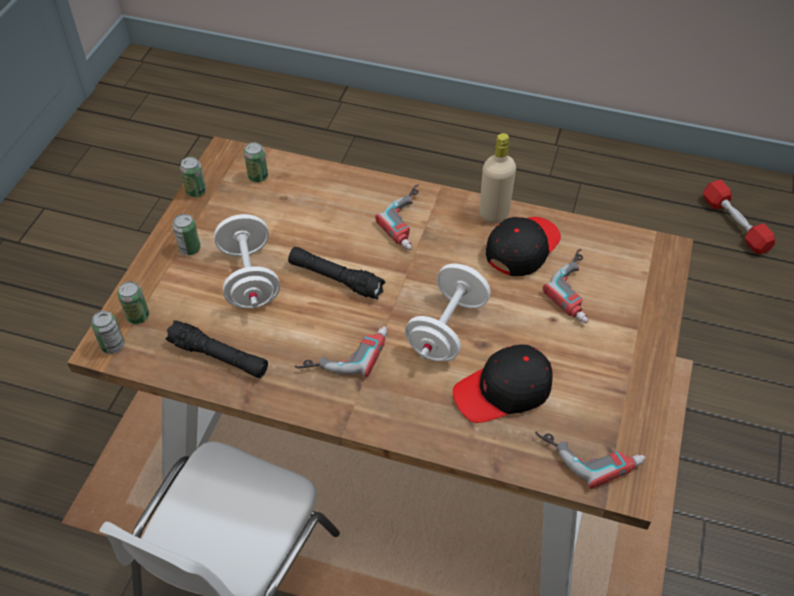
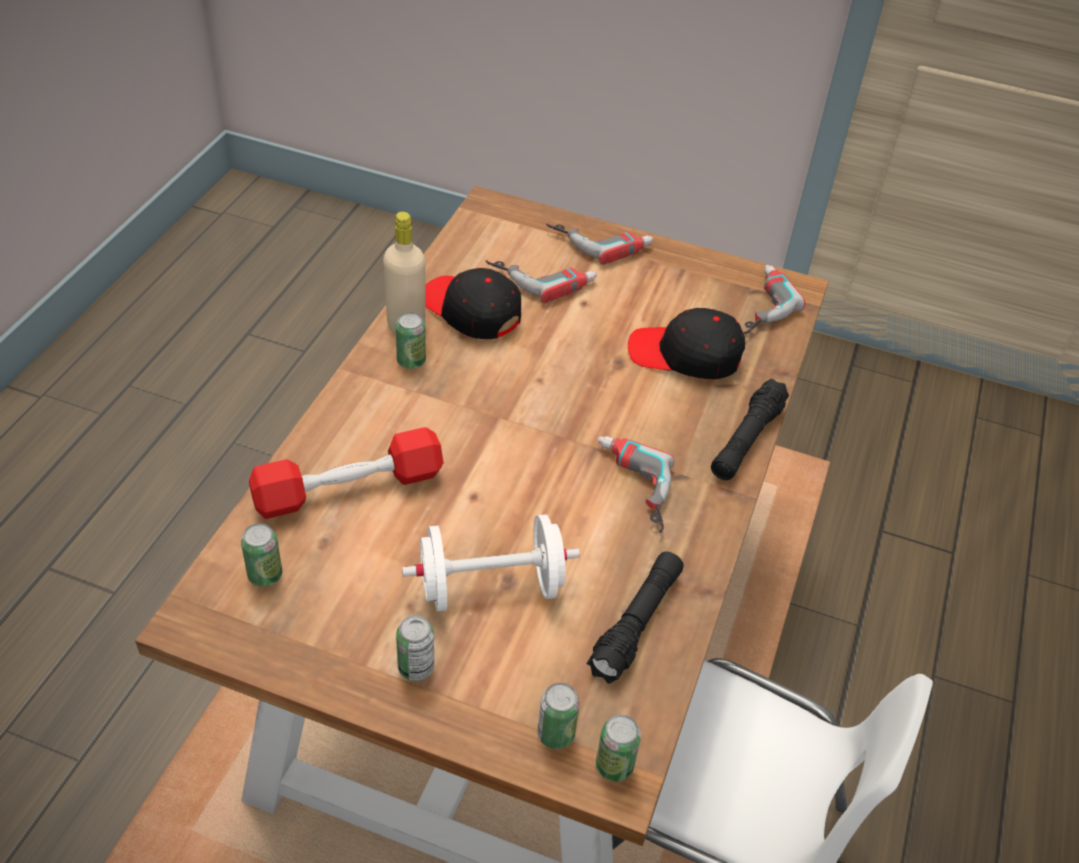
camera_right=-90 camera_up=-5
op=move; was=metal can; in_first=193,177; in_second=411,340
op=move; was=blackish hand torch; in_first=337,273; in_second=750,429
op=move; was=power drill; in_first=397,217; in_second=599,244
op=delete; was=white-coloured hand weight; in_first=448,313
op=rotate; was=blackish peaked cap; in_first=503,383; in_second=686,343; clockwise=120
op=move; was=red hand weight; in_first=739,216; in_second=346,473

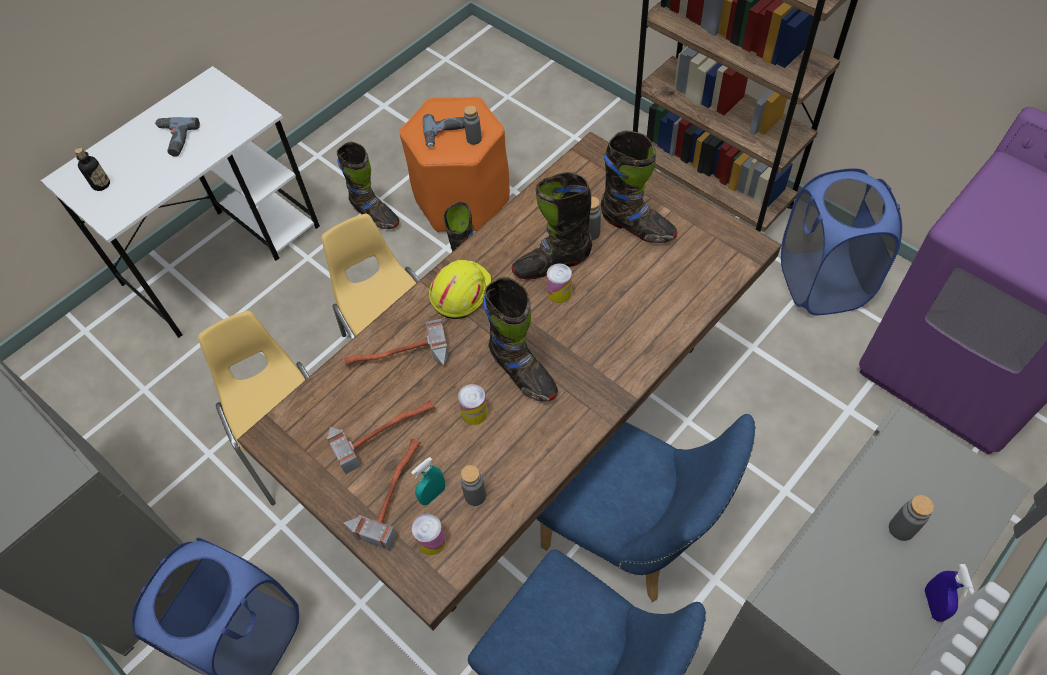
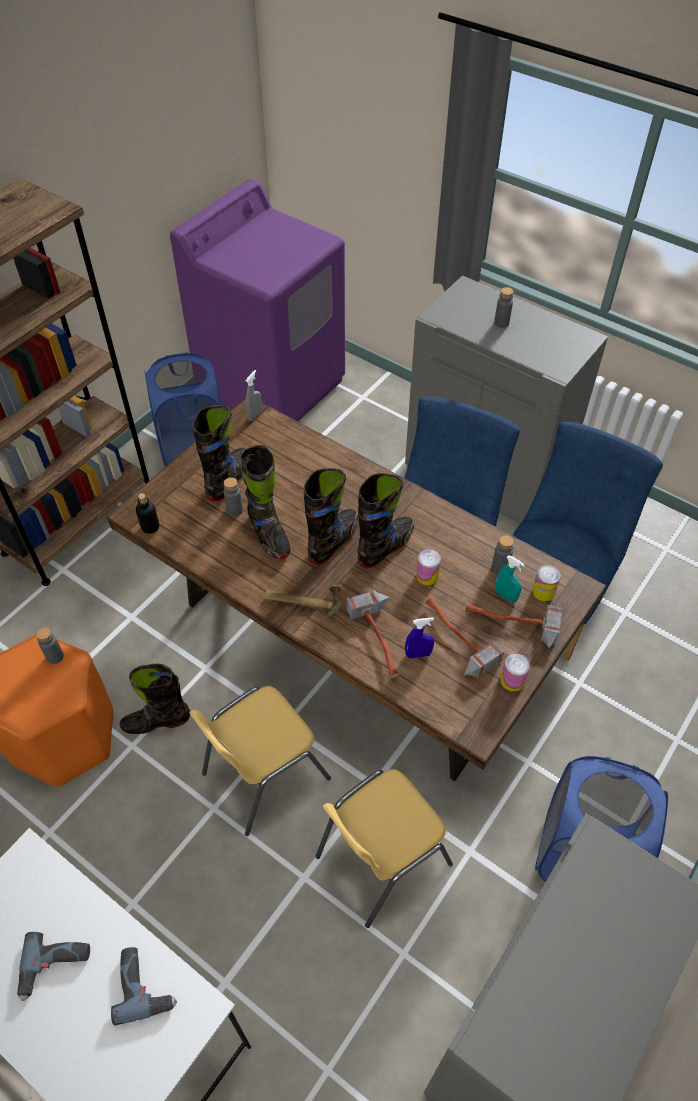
camera_right=-100 camera_up=-5
op=move; was=bottle; in_first=92,169; in_second=147,513
op=move; was=blackish high-top boot; in_first=368,185; in_second=331,516
op=move; was=power drill; in_first=444,131; in_second=144,986
op=replace; was=yellow-coloured safety helmet; now=tool hammer; in_first=460,289; in_second=303,603
op=move; was=metal can; in_first=559,283; in_second=515,673
op=move; was=blue hand sprayer; in_first=950,593; in_second=419,637
op=insert; now=greyish hand sprayer; in_second=253,395

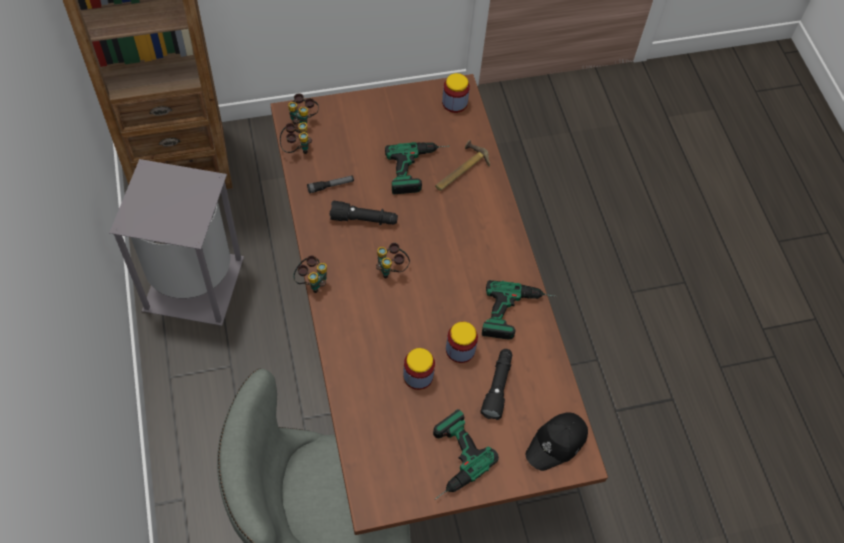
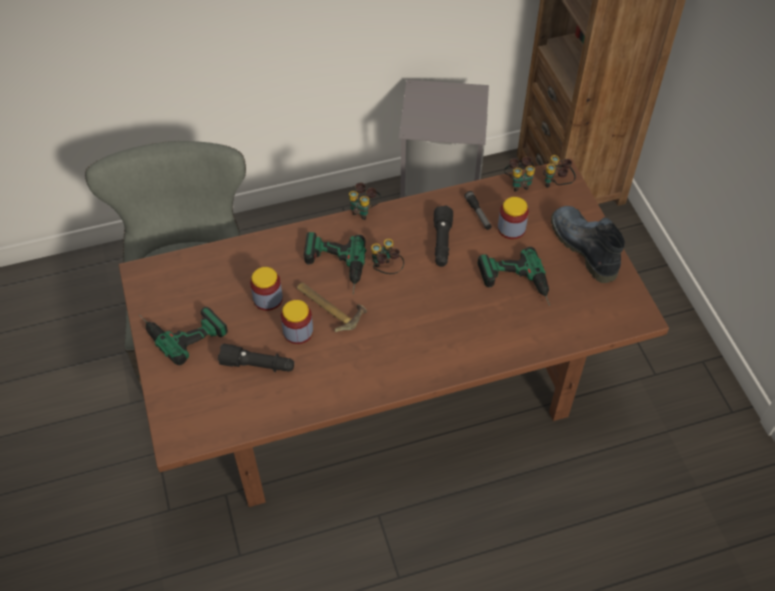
camera_right=90 camera_up=-5
op=move; was=tool hammer; in_first=462,165; in_second=332,307
op=move; was=storage jar; in_first=456,93; in_second=513,218
op=move; was=power drill; in_first=519,310; in_second=335,263
op=delete; was=blackish peaked cap; in_first=557,441
op=insert; now=high-top boot; in_second=588,244

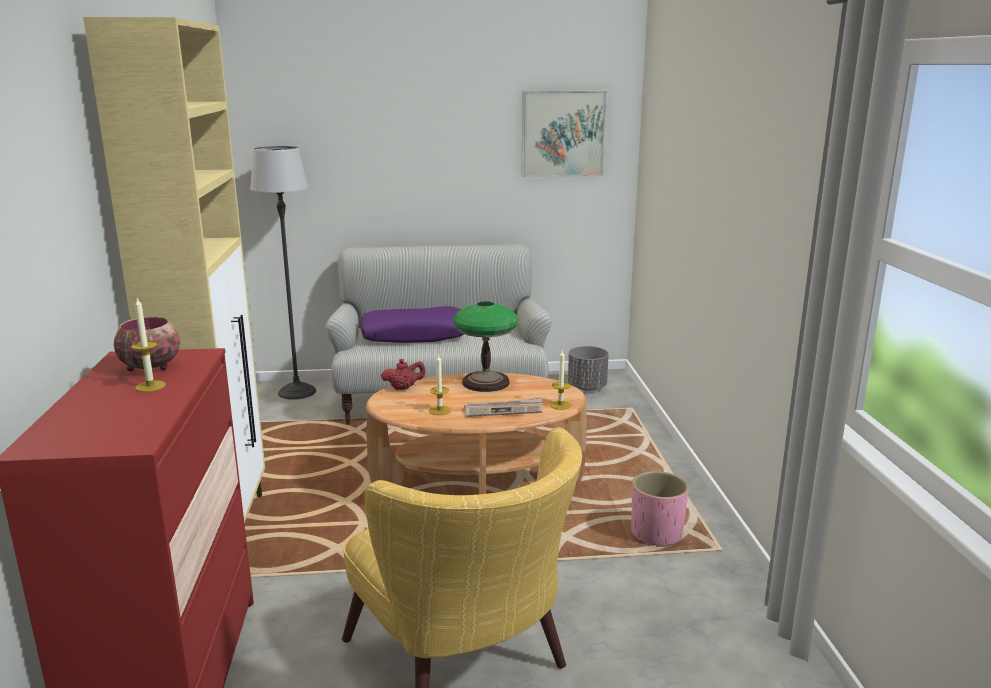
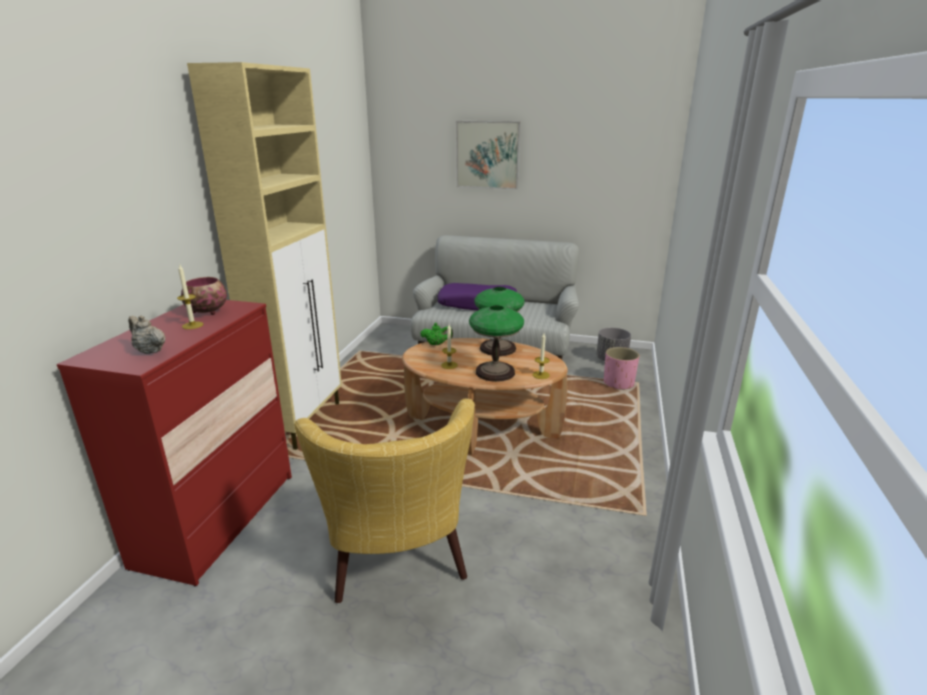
camera_right=20 camera_up=5
op=delete; was=standard lamp; in_first=283,273
op=recolor; was=red teapot; now=green teapot; in_first=403,374; in_second=436,334
op=replace; was=daily paper; now=lamp for a table; in_first=503,407; in_second=496,343
op=move; was=picture; in_first=564,134; in_second=488,155
op=move; was=pinkish planter; in_first=660,509; in_second=621,368
op=insert; now=beige-coloured teapot; in_second=147,334

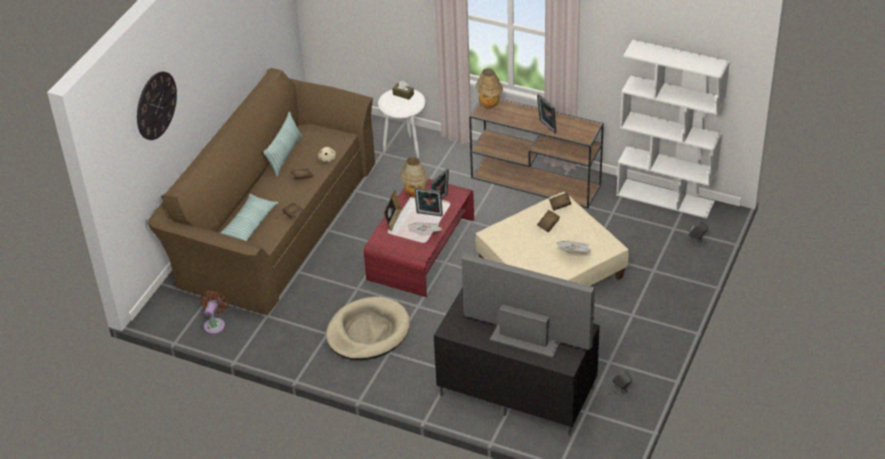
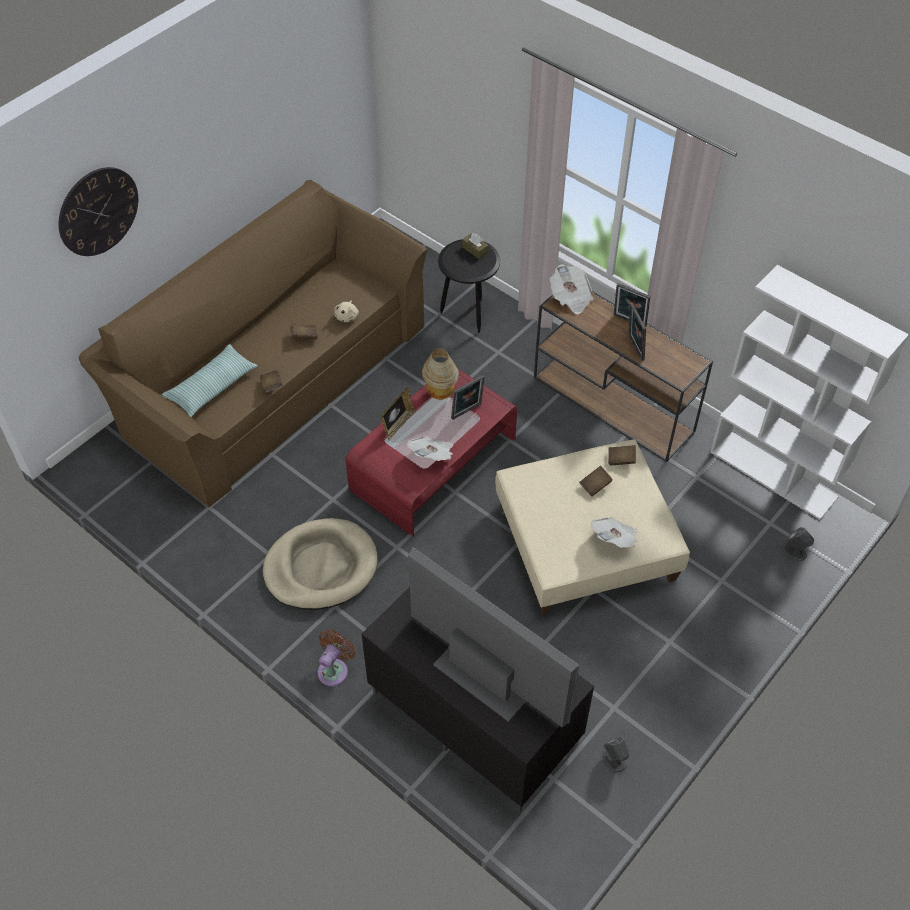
camera_right=15 camera_up=10
op=move; was=brownish cooling fan; in_first=214,312; in_second=337,658
op=delete; was=cushion; in_first=282,144
op=recolor; was=white-coloured side table; now=blackish side table; in_first=401,123; in_second=469,286
op=move; was=photo frame; in_first=428,202; in_second=632,305
op=replace; was=lamp for a table; now=daily paper; in_first=489,88; in_second=572,289

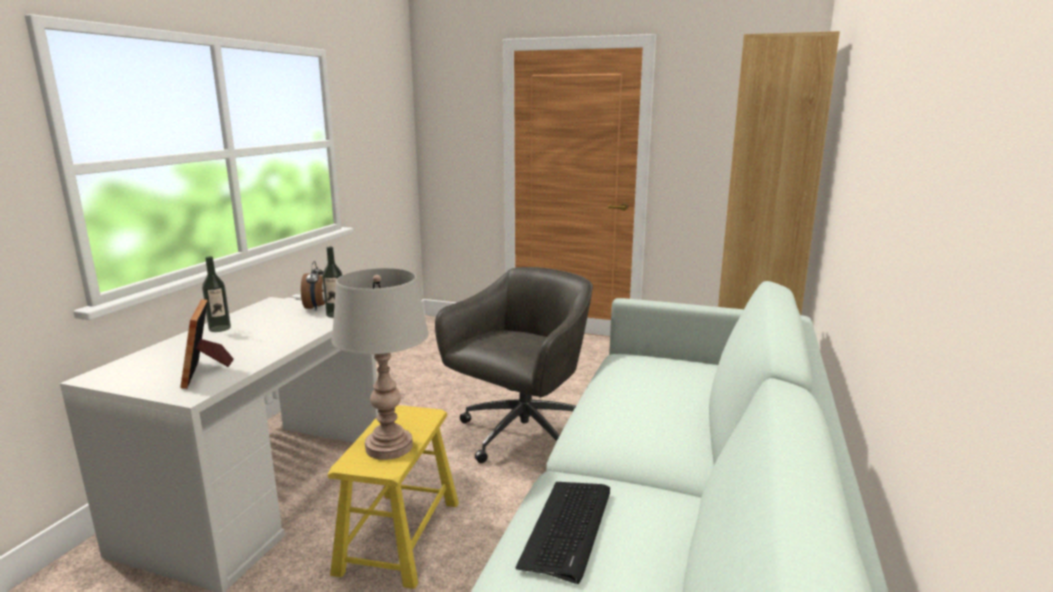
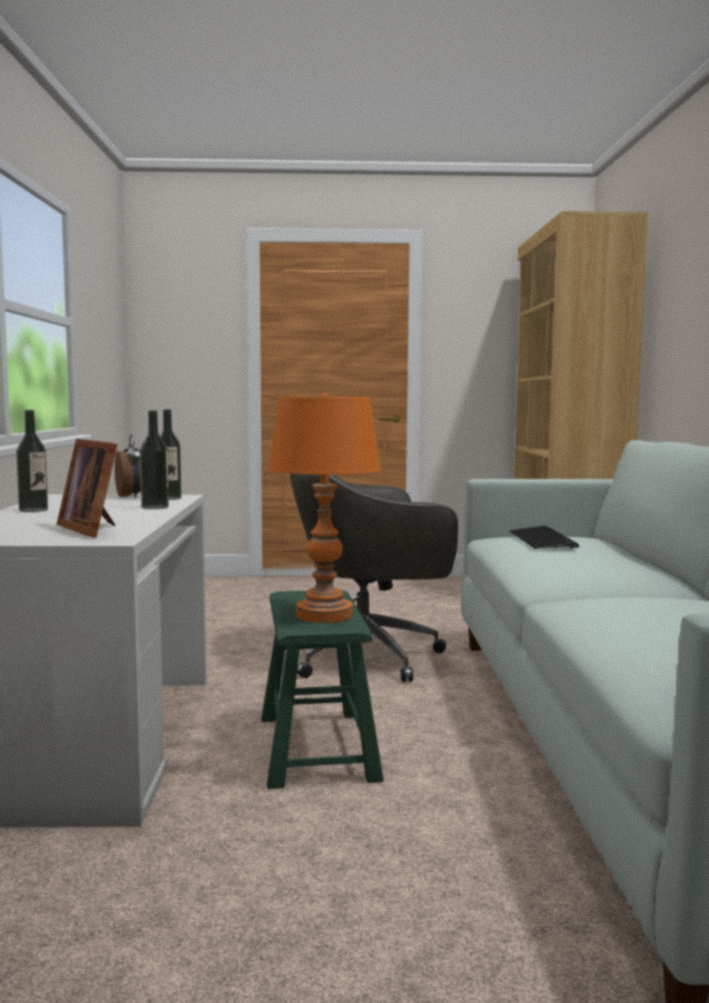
camera_right=-20 camera_up=-10
op=recolor; was=yellow-coloured stool; now=green stool; in_first=393,497; in_second=322,689
op=recolor; was=greyish lamp for a table; now=orange lamp for a table; in_first=380,364; in_second=324,508
op=rotate; was=greyish office chair; in_first=514,365; in_second=374,577; clockwise=-120
op=move; was=PC keyboard; in_first=563,533; in_second=544,537
op=insert; now=bottle; in_second=154,459

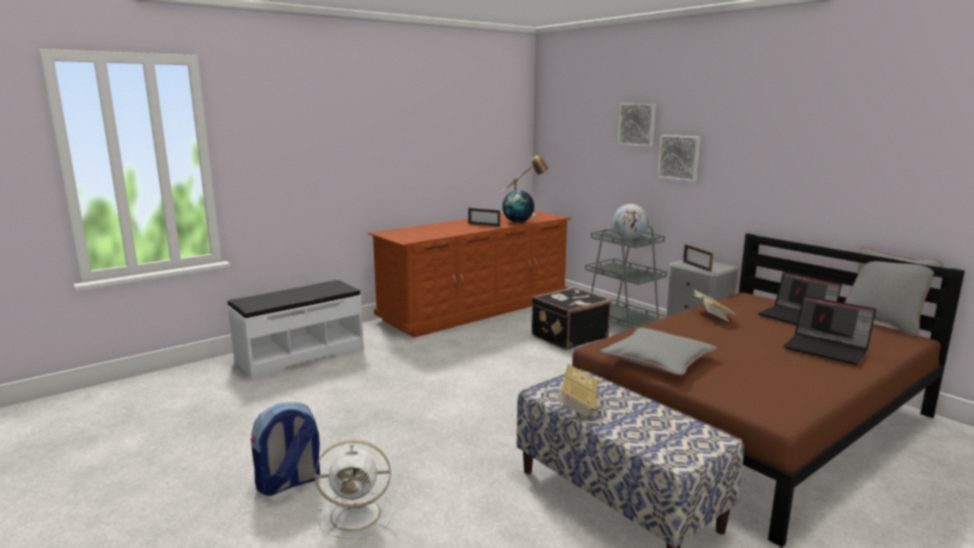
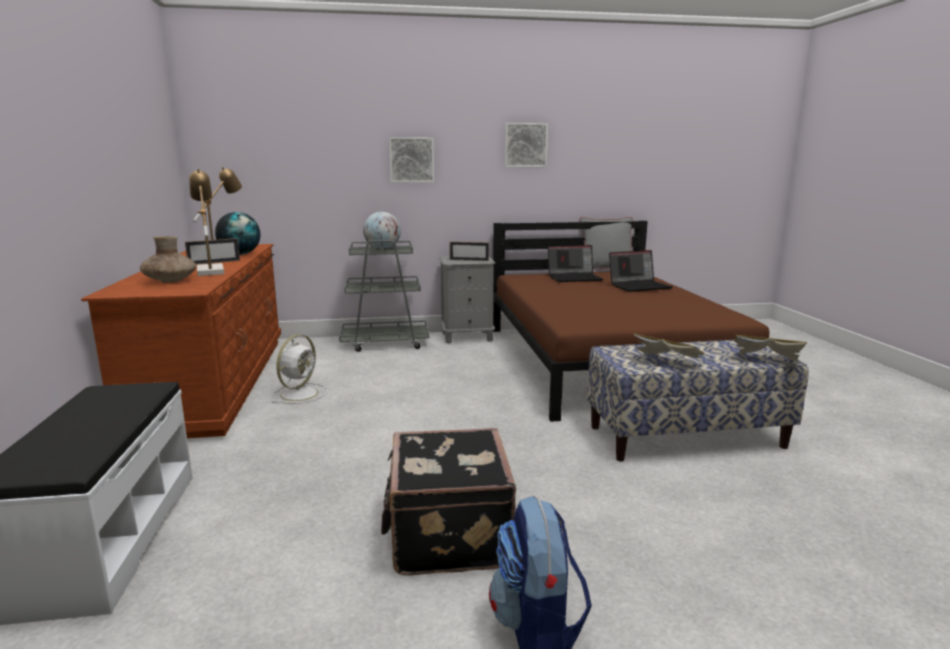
camera_right=-60 camera_up=0
op=move; was=white-coloured cooling fan; in_first=354,489; in_second=299,369
op=move; was=blackish travel case; in_first=571,318; in_second=448,501
op=delete; was=greyish cushion; in_first=658,351
op=move; was=picture; in_first=637,125; in_second=526,145
op=move; was=book; in_first=714,305; in_second=770,348
op=insert; now=brownish decorative vase; in_second=168,259
op=insert; now=lamp for a table; in_second=206,222

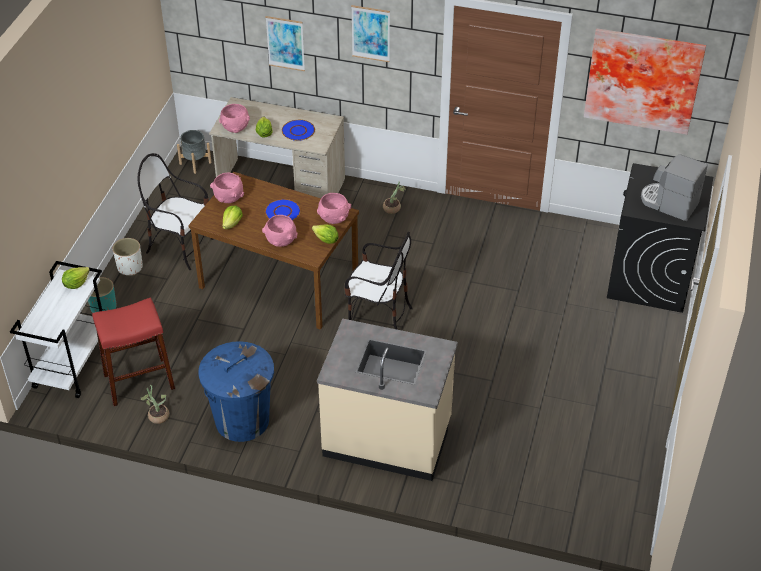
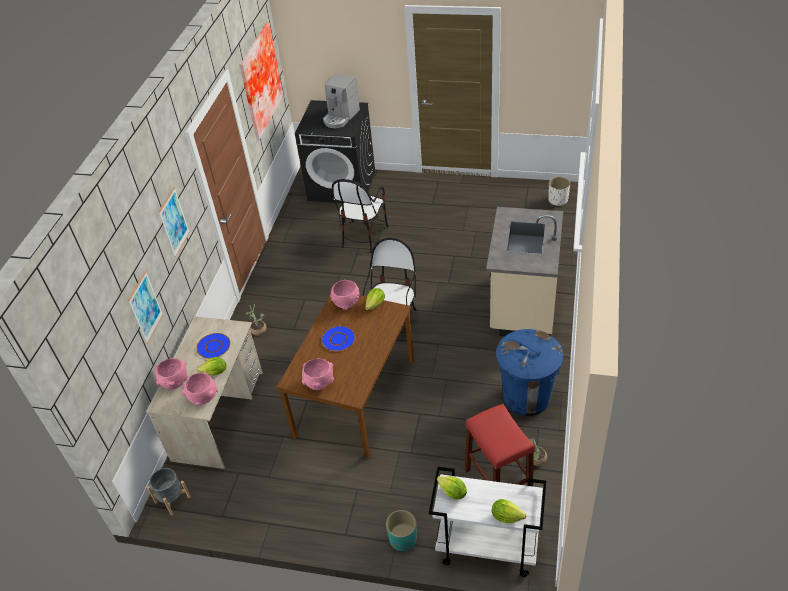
camera_right=-90 camera_up=0
op=move; was=white-coloured planter; in_first=127,257; in_second=559,191
op=move; was=upright chair; in_first=176,211; in_second=360,216
op=move; was=lettuce head; in_first=232,217; in_second=509,511
op=move; was=pinkish bowl; in_first=280,231; in_second=171,374

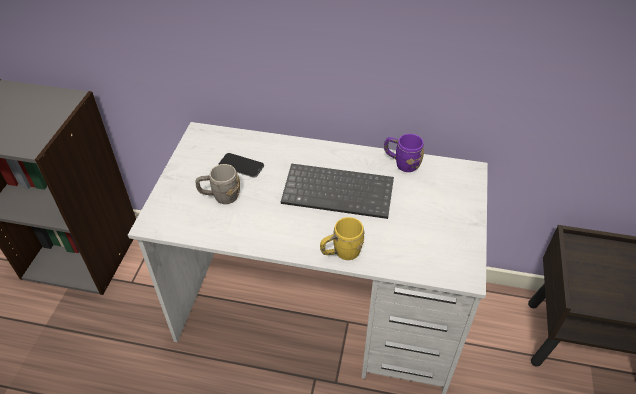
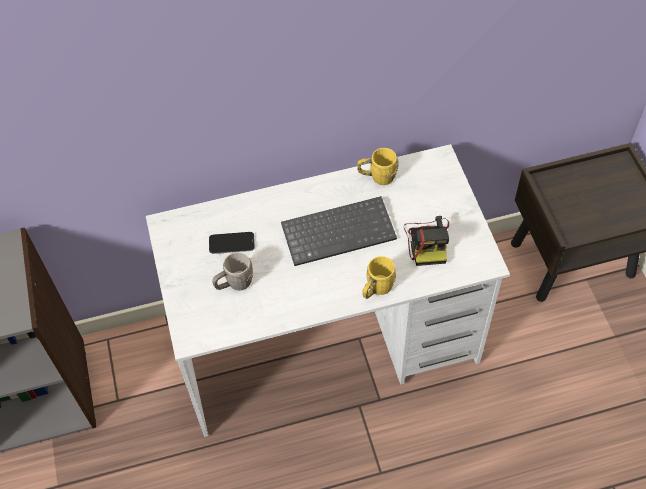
camera_right=-25 camera_up=10
op=recolor; was=purple mug; now=yellow-coloured mug; in_first=404,153; in_second=378,166
op=insert; now=photo camera; in_second=426,241

